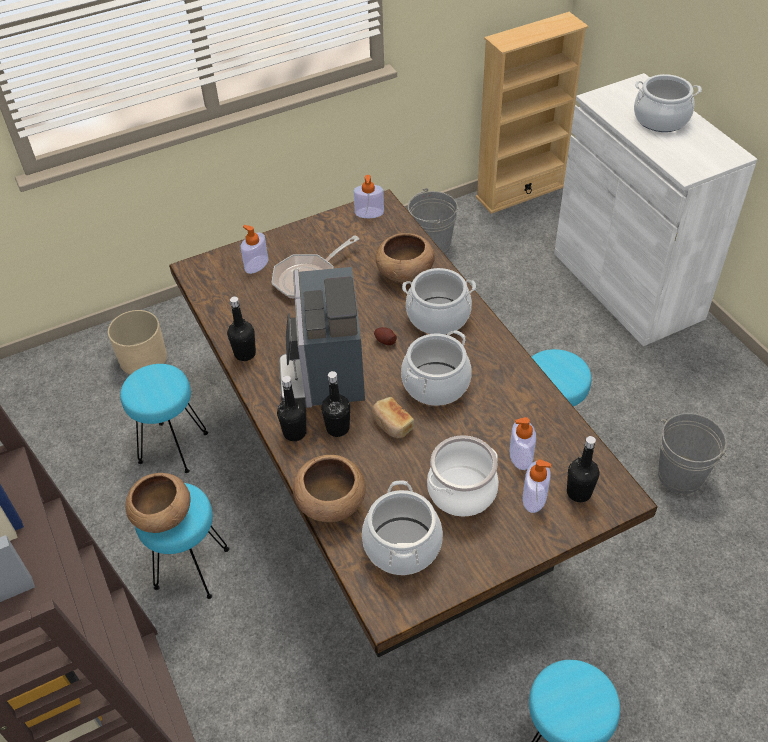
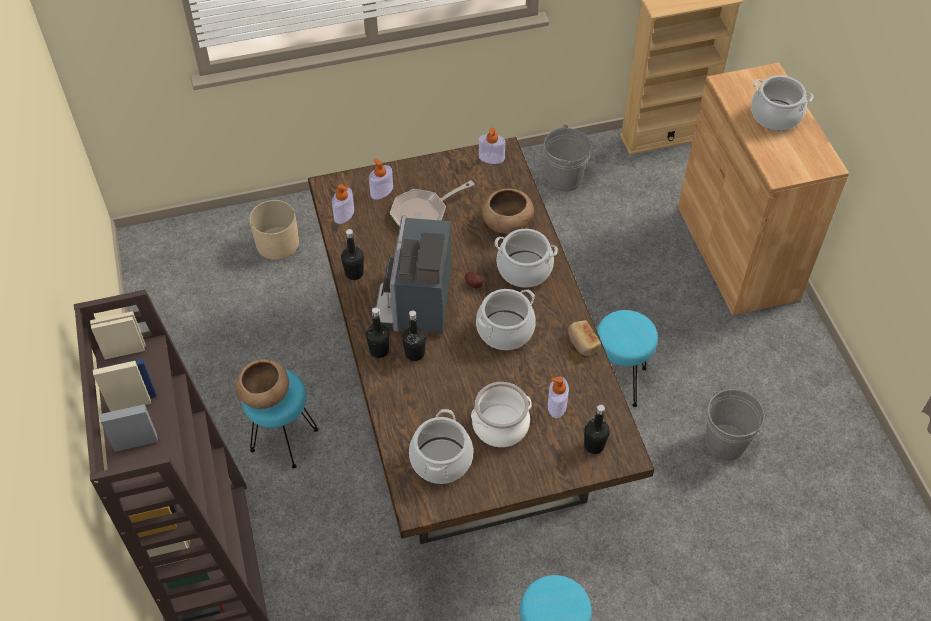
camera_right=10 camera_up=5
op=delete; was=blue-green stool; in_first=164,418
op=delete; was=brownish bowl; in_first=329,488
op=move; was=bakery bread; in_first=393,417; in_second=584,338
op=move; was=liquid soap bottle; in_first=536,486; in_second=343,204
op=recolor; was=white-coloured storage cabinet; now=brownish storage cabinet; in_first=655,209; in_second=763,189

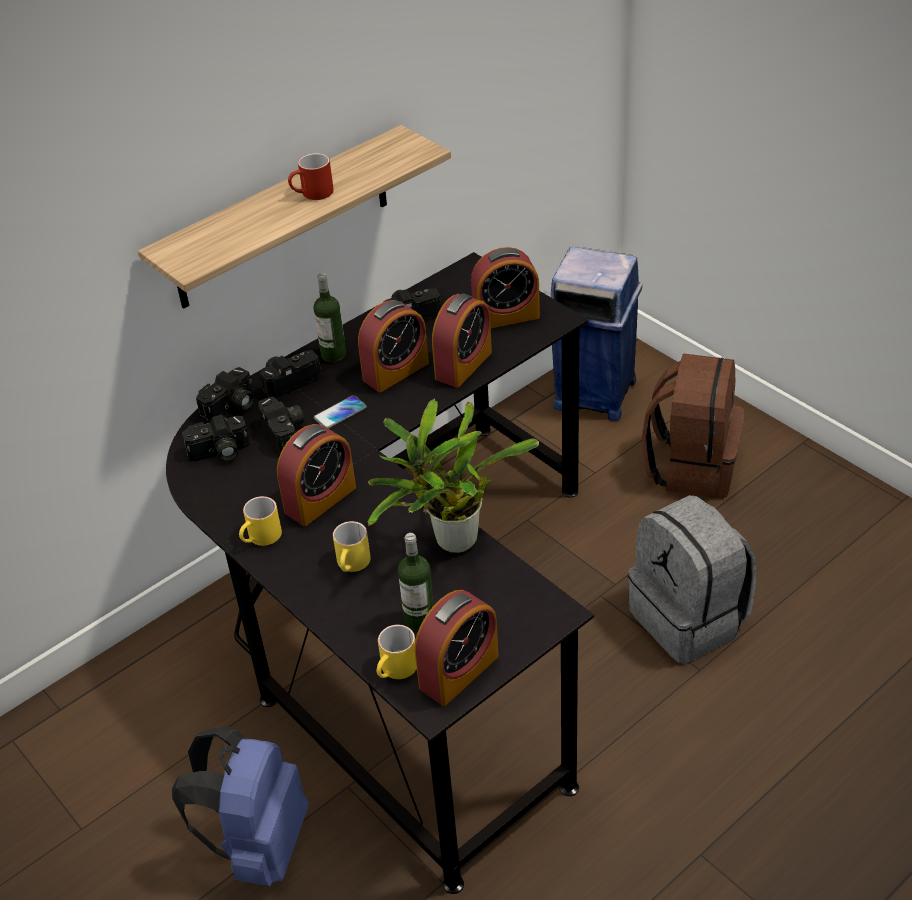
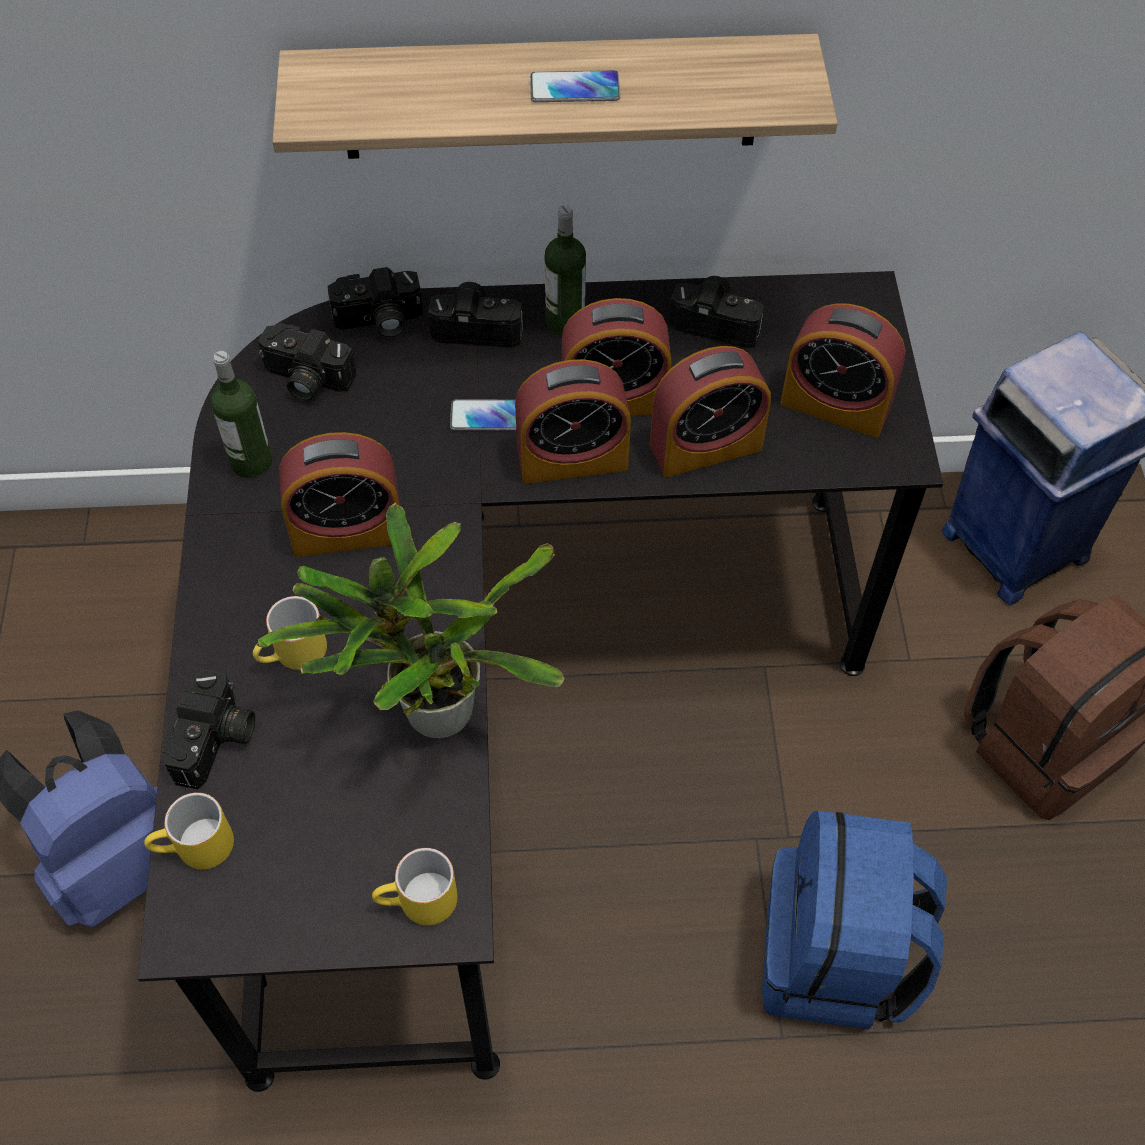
camera_right=35 camera_up=15
op=move; was=yellow-coloured mug; in_first=260,521; in_second=415,886
op=move; was=photo camera; in_first=281,425; in_second=208,729
op=replace; was=red mug; now=handset; in_first=311,176; in_second=575,86
op=move; was=bottle; in_first=416,582; in_second=241,414
op=move; was=bedside clock; in_first=457,648; in_second=573,421
op=recolor; was=greyish rucksack; now=blue rucksack; in_first=692,579; in_second=854,920

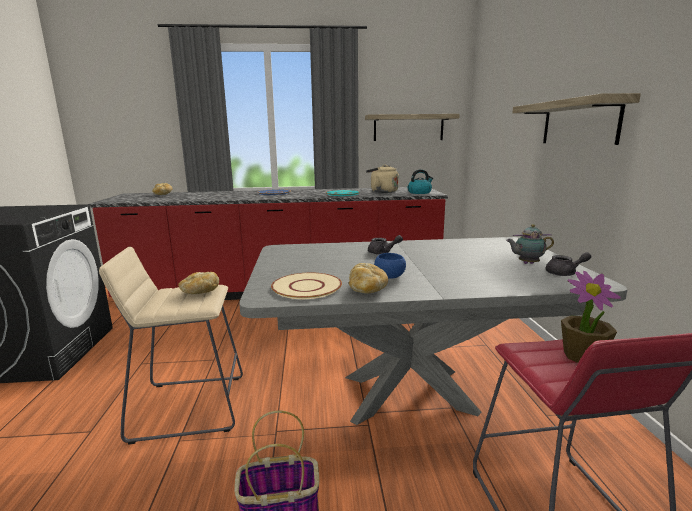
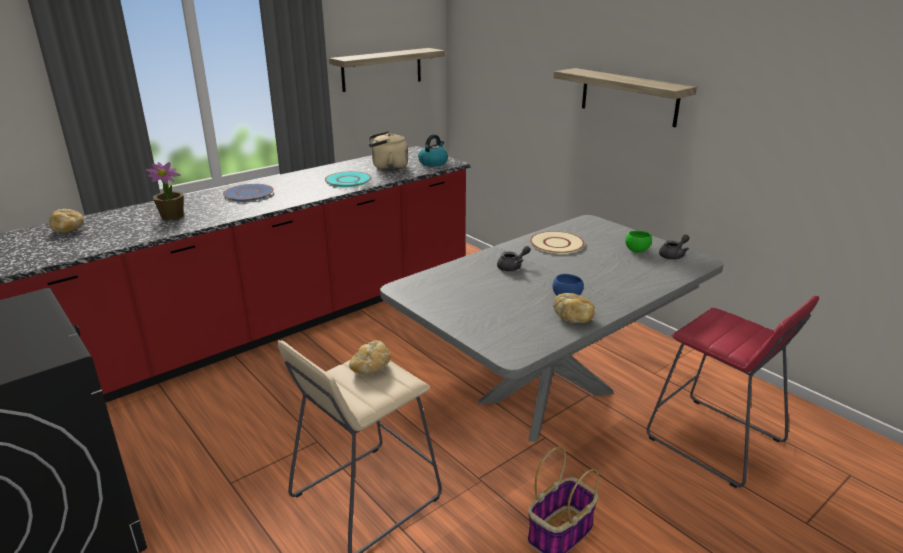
camera_right=-35 camera_up=10
op=move; was=beige-coloured dinner plate; in_first=306,285; in_second=557,242
op=replace; was=teapot; now=green bowl; in_first=530,244; in_second=638,242
op=move; was=plant in a pot; in_first=591,317; in_second=165,191

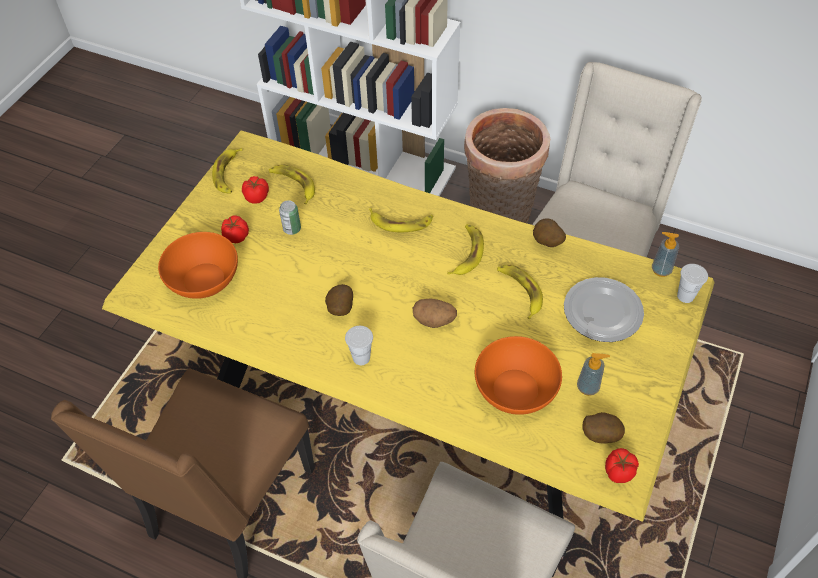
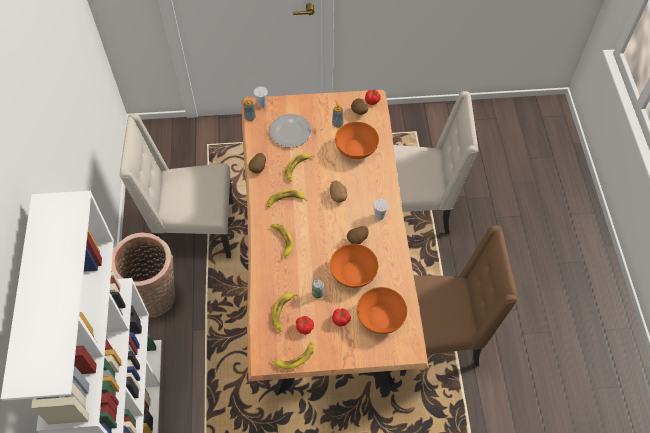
camera_right=-120 camera_up=5
op=recolor; was=yellow-coloured dining table; now=brownish dining table; in_first=408,343; in_second=335,243
op=insert; now=orange bowl; in_second=354,266

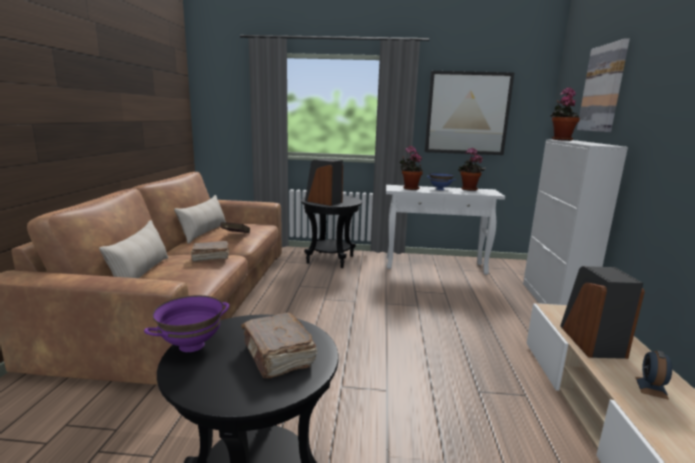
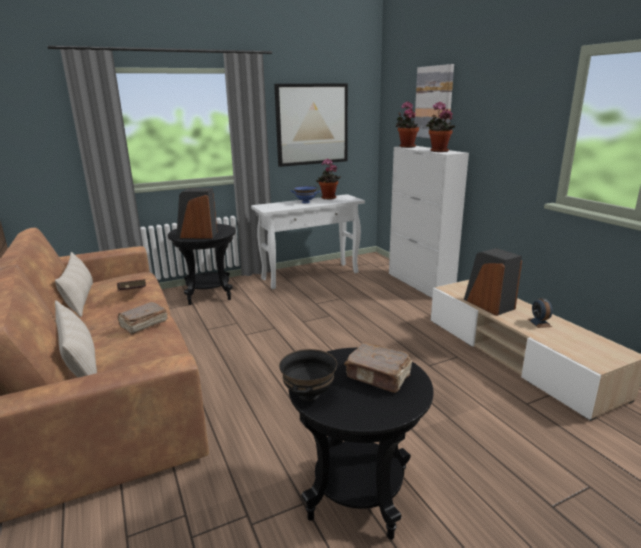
camera_right=-30 camera_up=5
op=recolor; was=purple bowl; now=blackish bowl; in_first=186,323; in_second=308,375
op=move; was=plant in a pot; in_first=411,168; in_second=440,127

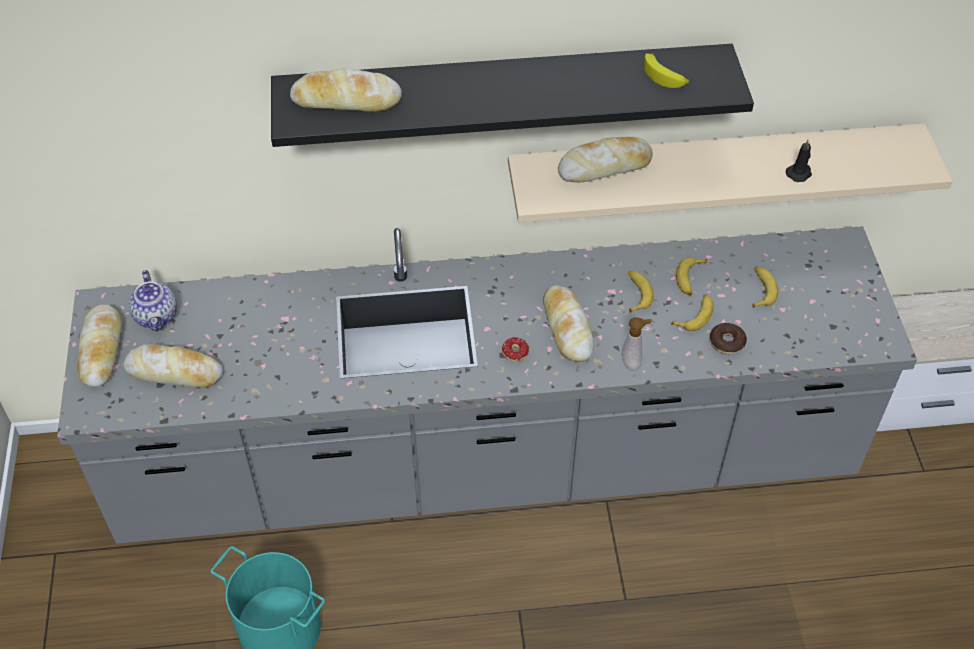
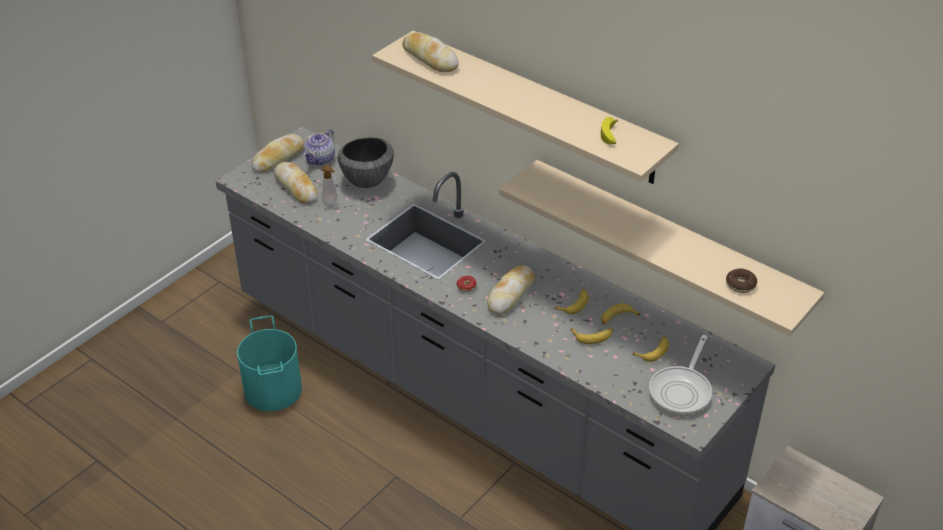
camera_right=45 camera_up=-10
op=recolor; was=blackish wall shelf; now=beige-coloured wall shelf; in_first=512,95; in_second=525,107
op=delete; was=bakery bread; in_first=605,159
op=move; was=liquid soap bottle; in_first=636,344; in_second=329,185
op=move; was=donut; in_first=728,339; in_second=741,280
op=delete; was=blackish wax candle; in_first=799,161
op=insert; now=bowl; in_second=365,162
op=insert; now=skillet; in_second=680,375

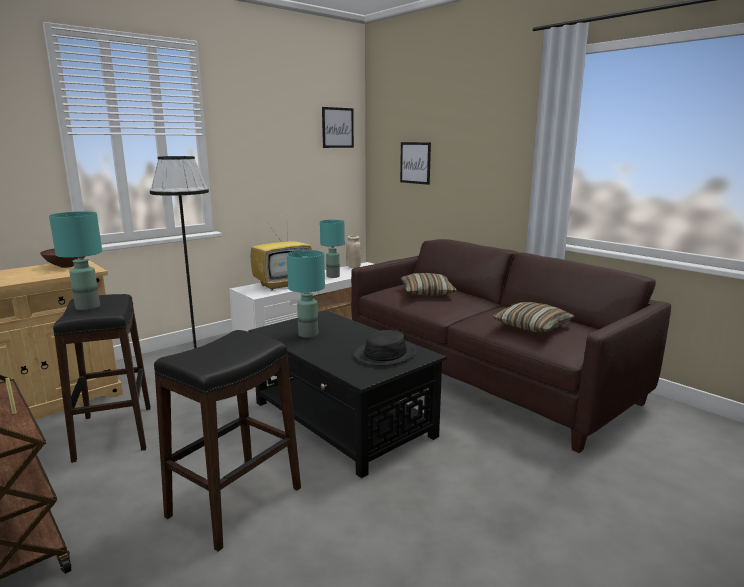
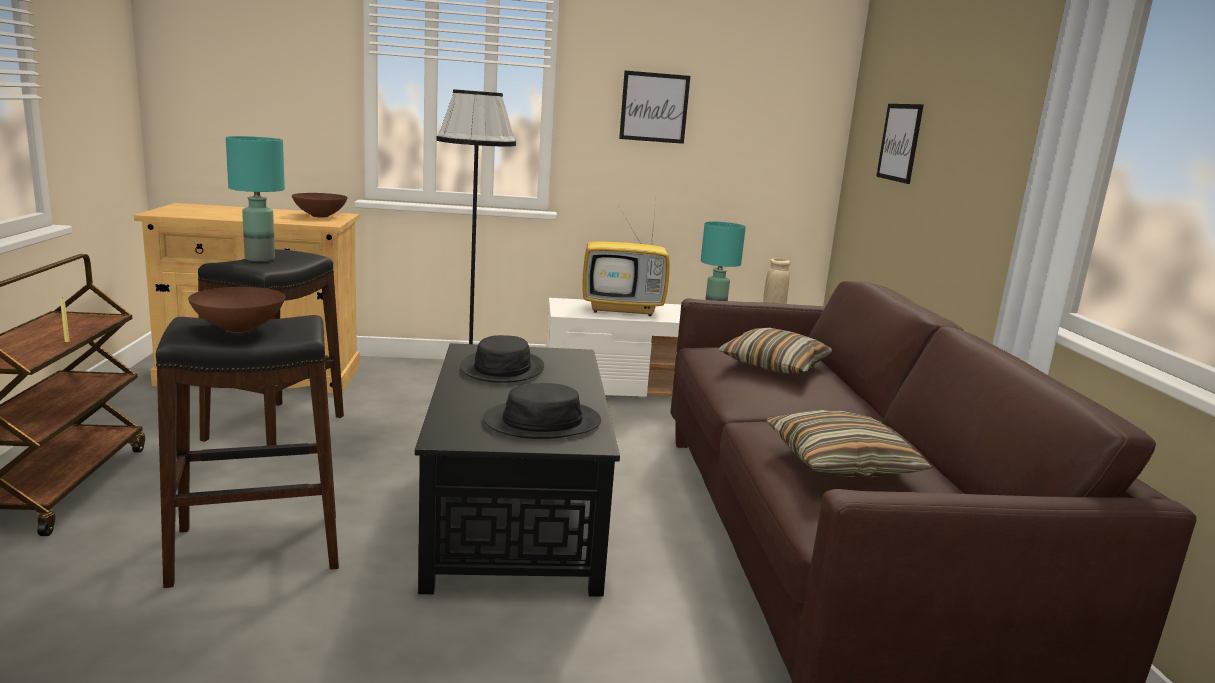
camera_right=35 camera_up=0
op=replace; was=blue-green lamp for a table; now=blackish wearable hat; in_first=306,294; in_second=502,359
op=move; was=picture; in_first=338,127; in_second=654,107
op=insert; now=brownish bowl; in_second=236,310

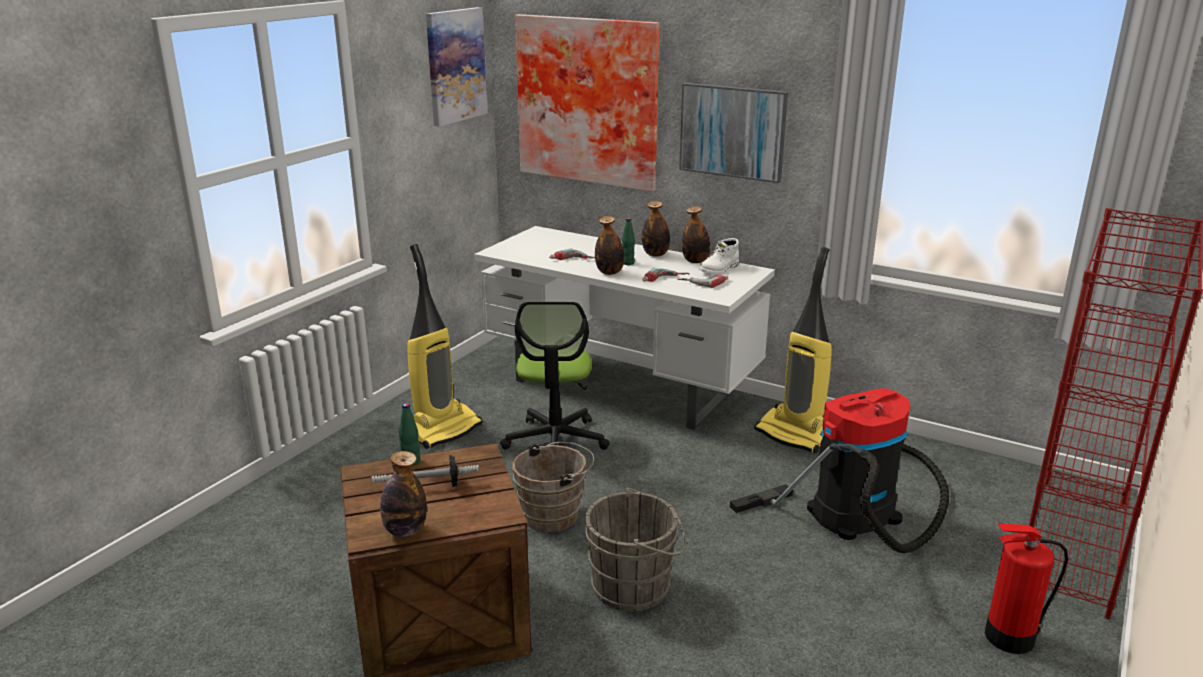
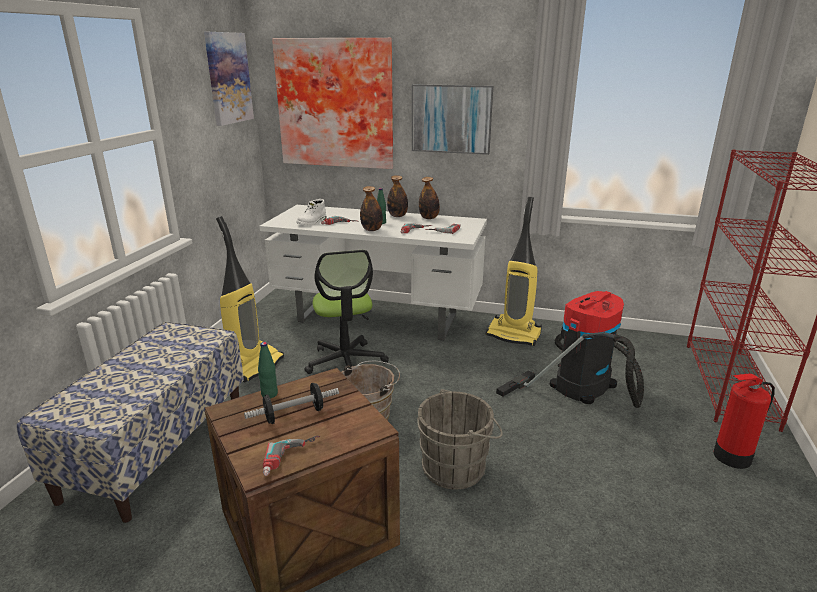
camera_right=-15 camera_up=0
op=replace; was=bottle; now=power drill; in_first=403,494; in_second=291,456
op=move; was=white-coloured high-top boot; in_first=719,256; in_second=311,212
op=insert; now=bench; in_second=130,422

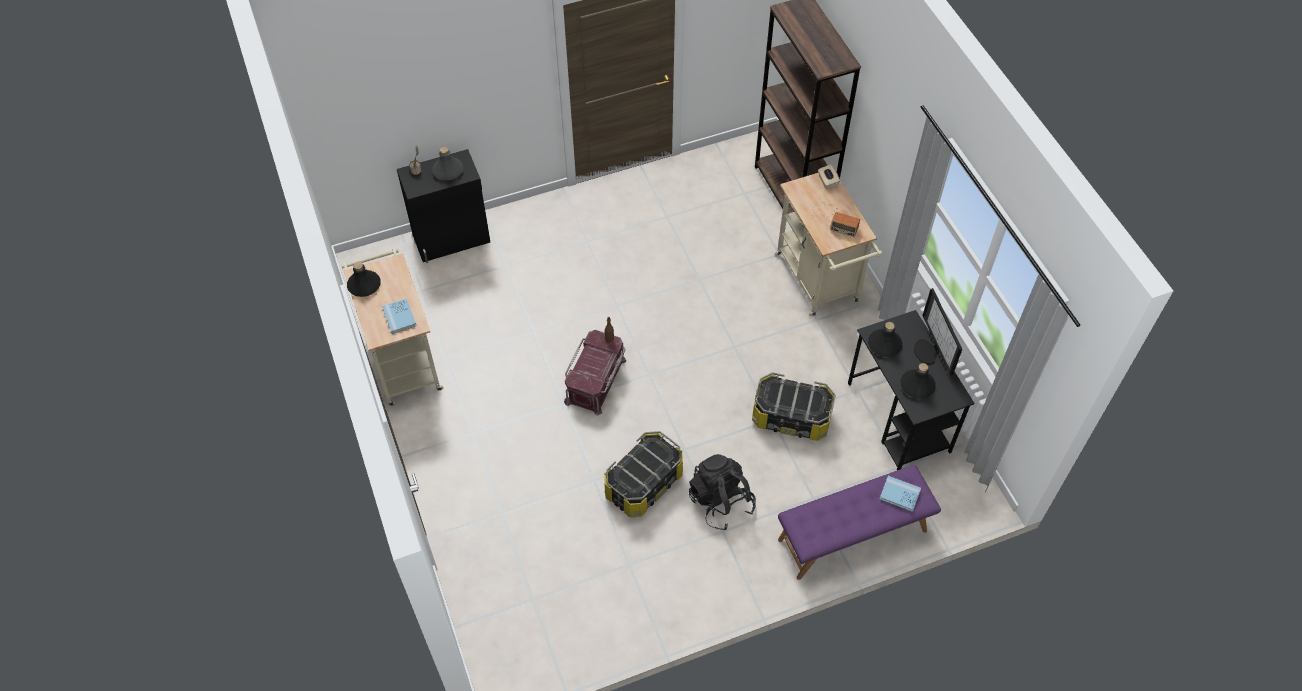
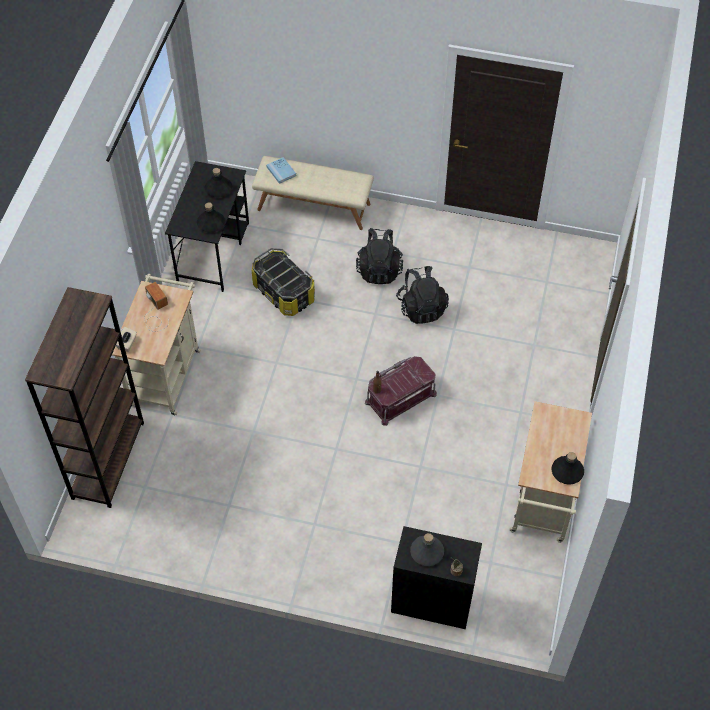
camera_right=-145 camera_up=0
op=delete; was=blue book; in_first=399,316
op=replace; was=storage box; now=blackish rucksack; in_first=643,474; in_second=422,295
op=recolor; was=purple bench; now=beige-coloured bench; in_first=859,522; in_second=313,193
op=delete; was=monitor; in_first=938,331

